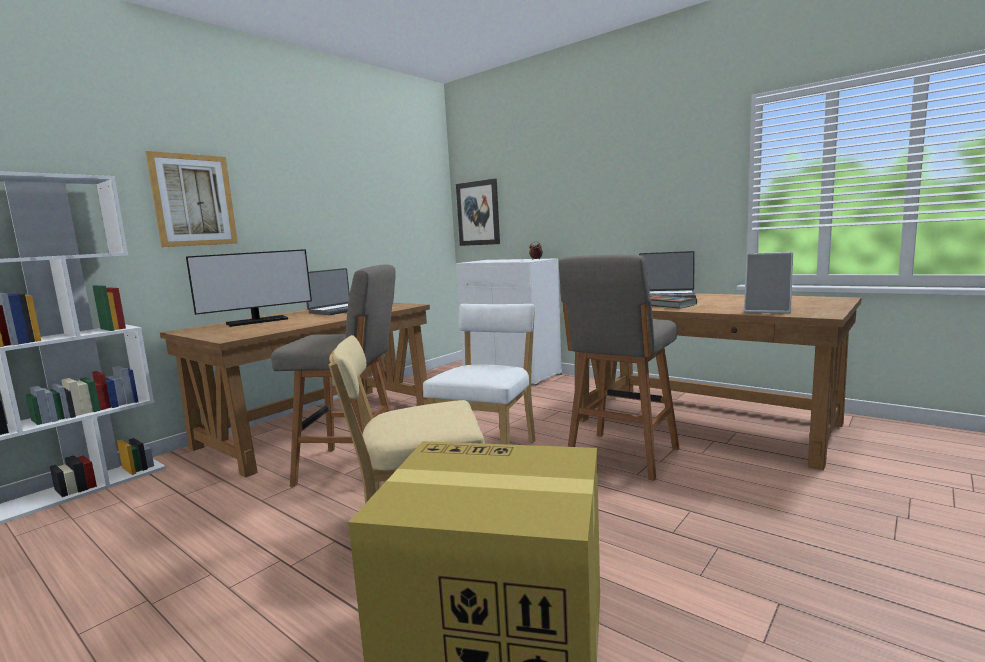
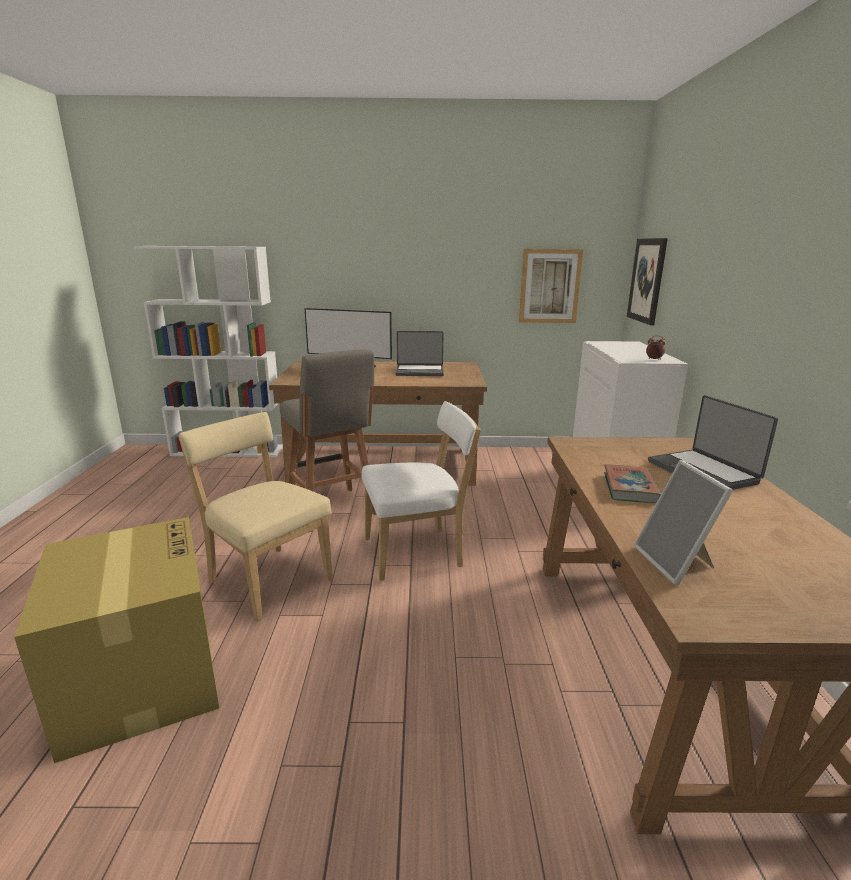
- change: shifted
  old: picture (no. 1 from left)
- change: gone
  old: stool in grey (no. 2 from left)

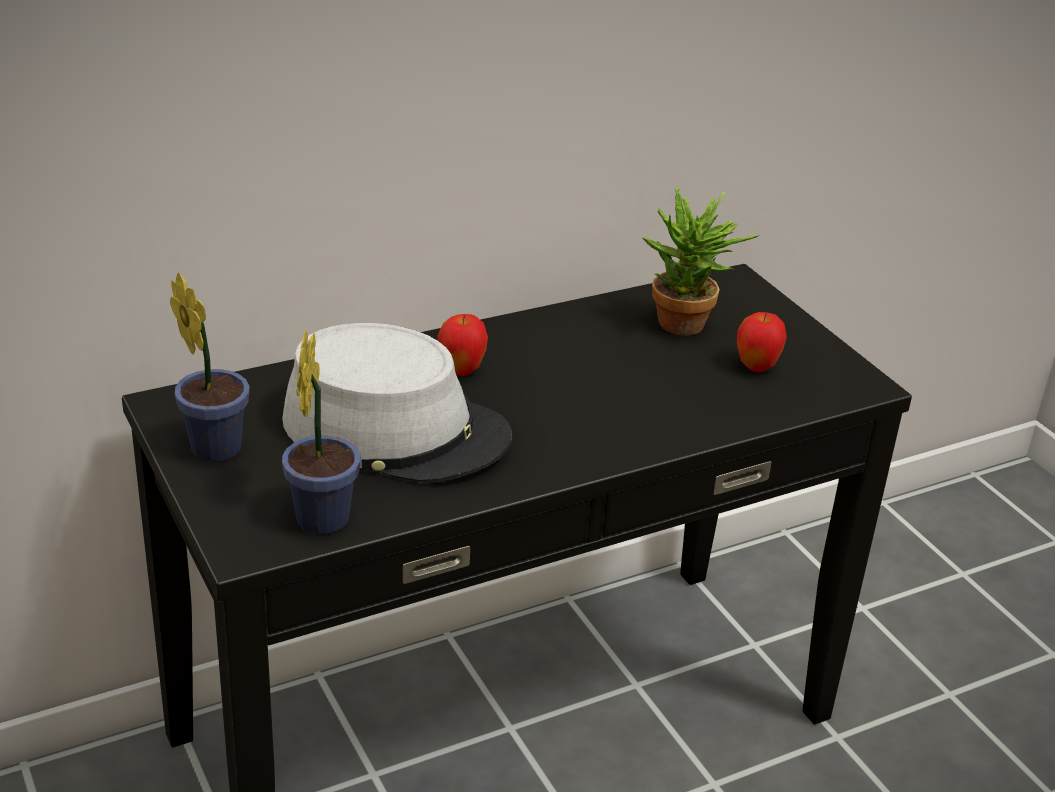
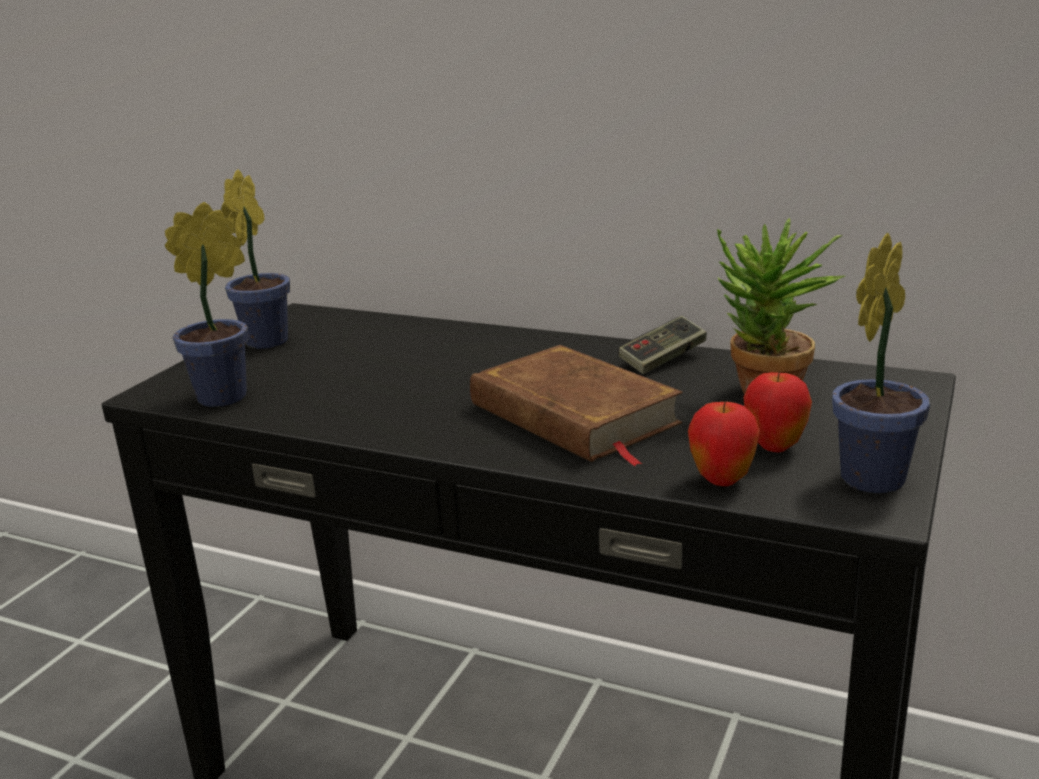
- change: gone
  old: hat in grey
- change: shifted
  old: apple (no. 1 from left)
- change: new
  new: book in brown
- change: new
  new: game controller
- change: new
  new: potted plant (no. 4 from left)

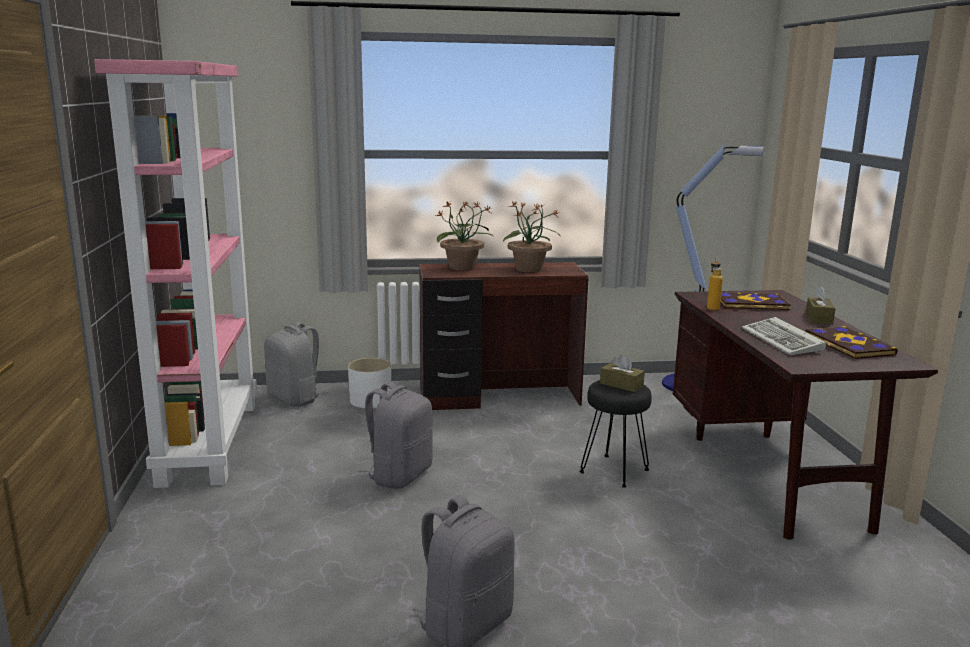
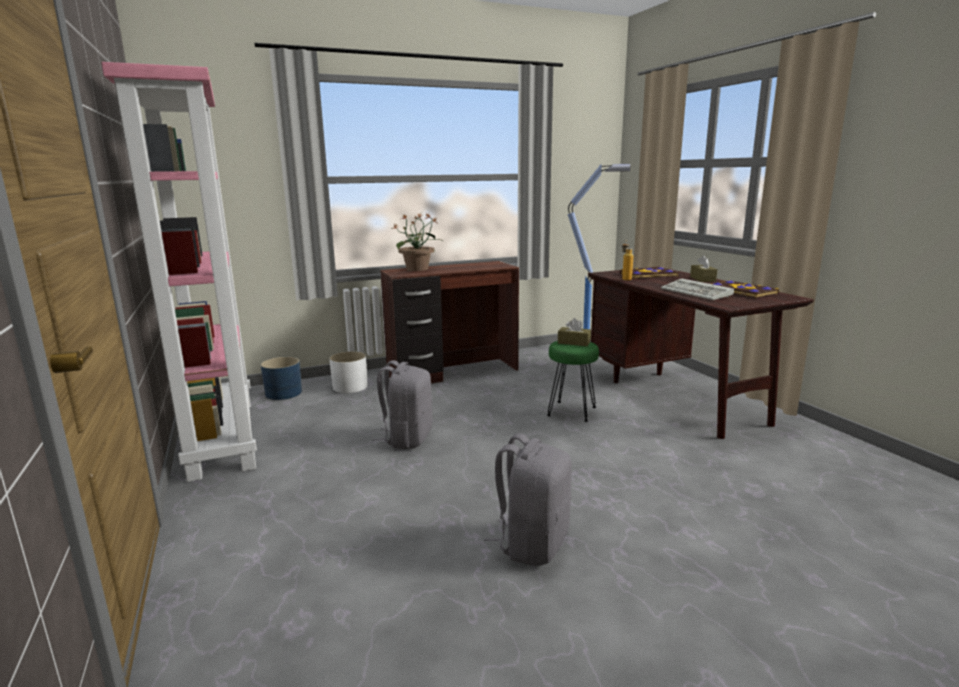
- change: swapped
  old: backpack in grey (no. 1 from left)
  new: planter in blue
- change: gone
  old: potted plant (no. 2 from left)
- change: repainted
  old: stool in black
  new: stool in green

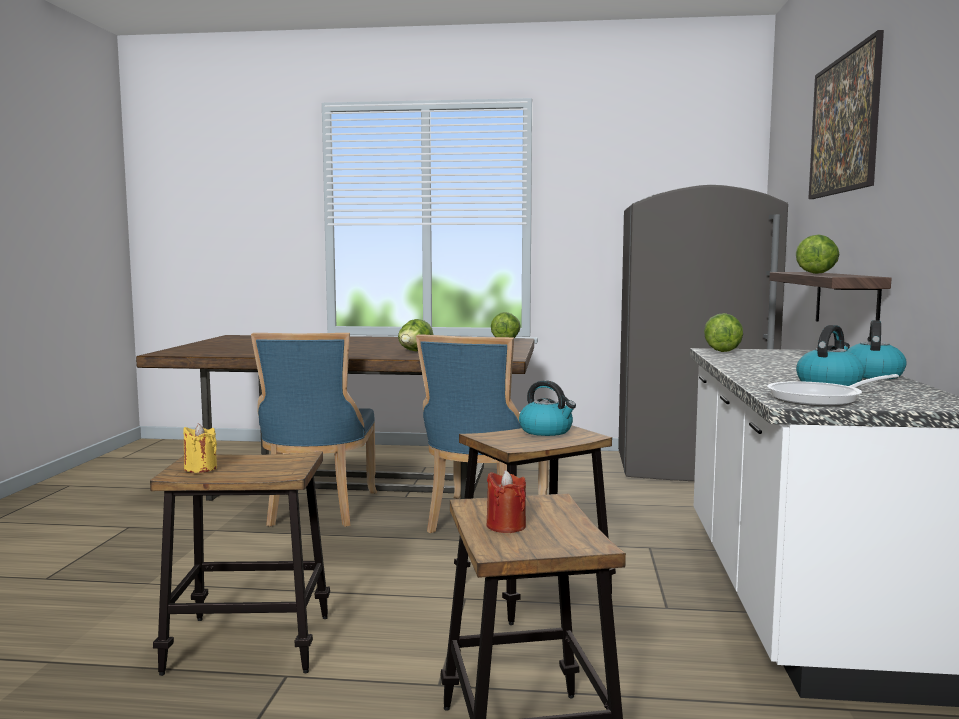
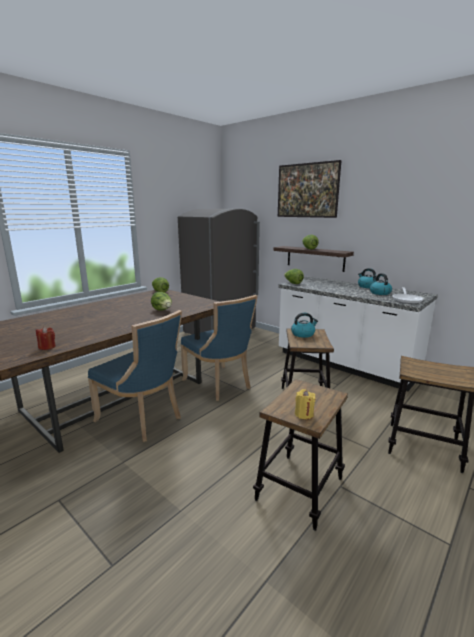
- change: shifted
  old: candle in red

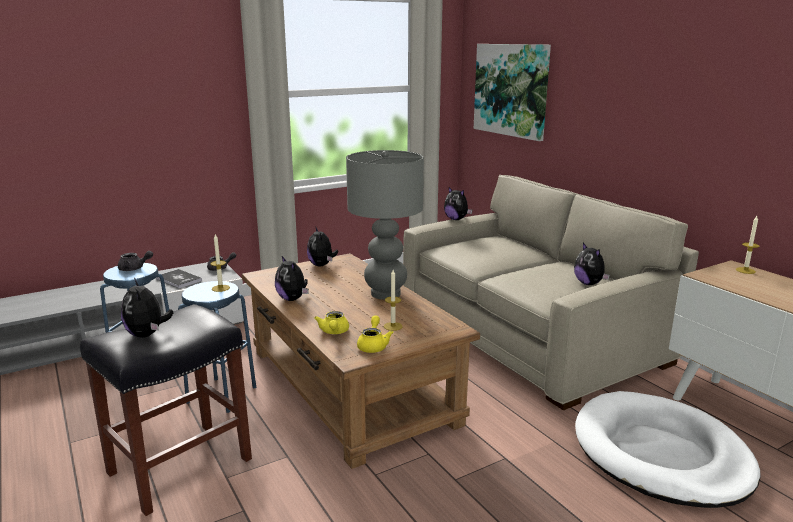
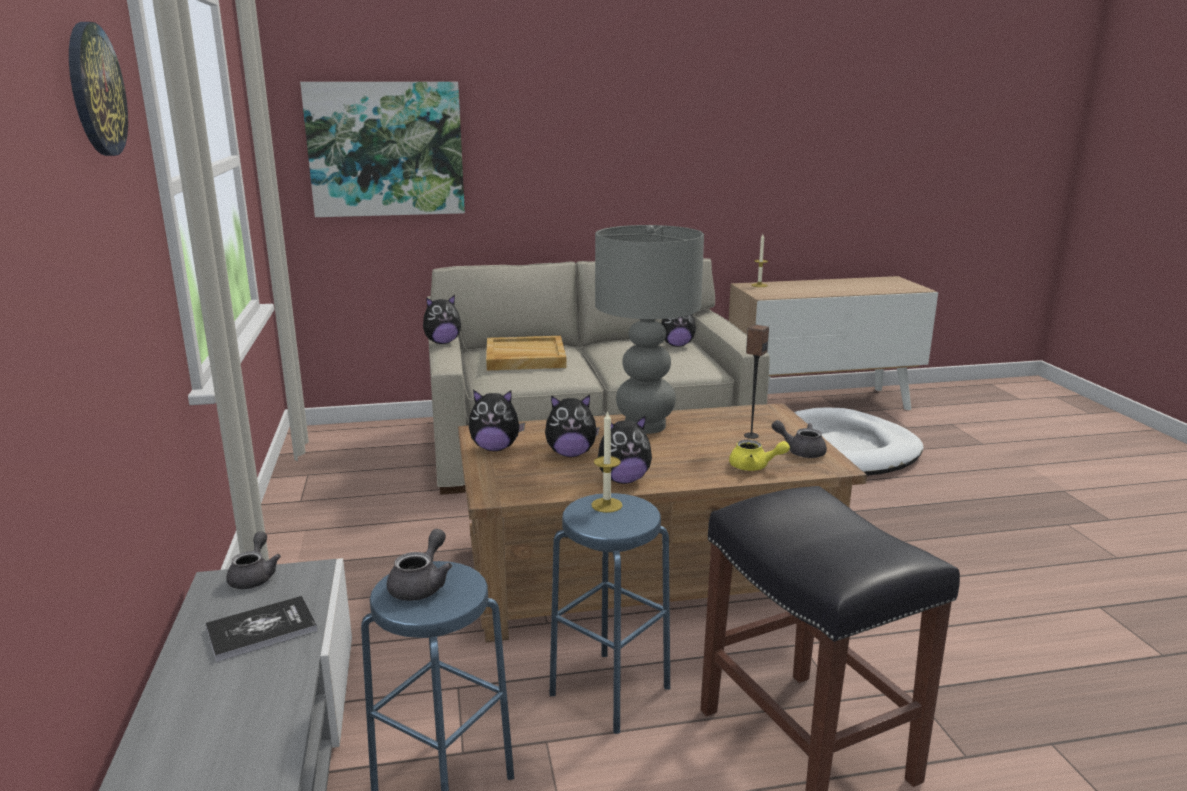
- change: shifted
  old: plush toy (no. 1 from left in the first image)
  new: plush toy (no. 3 from left)
- change: repainted
  old: teapot in yellow (no. 2 from left)
  new: teapot in grey (no. 3 from left)
- change: swapped
  old: candle (no. 2 from left)
  new: speaker
- change: new
  new: wall clock
- change: new
  new: tray in beige

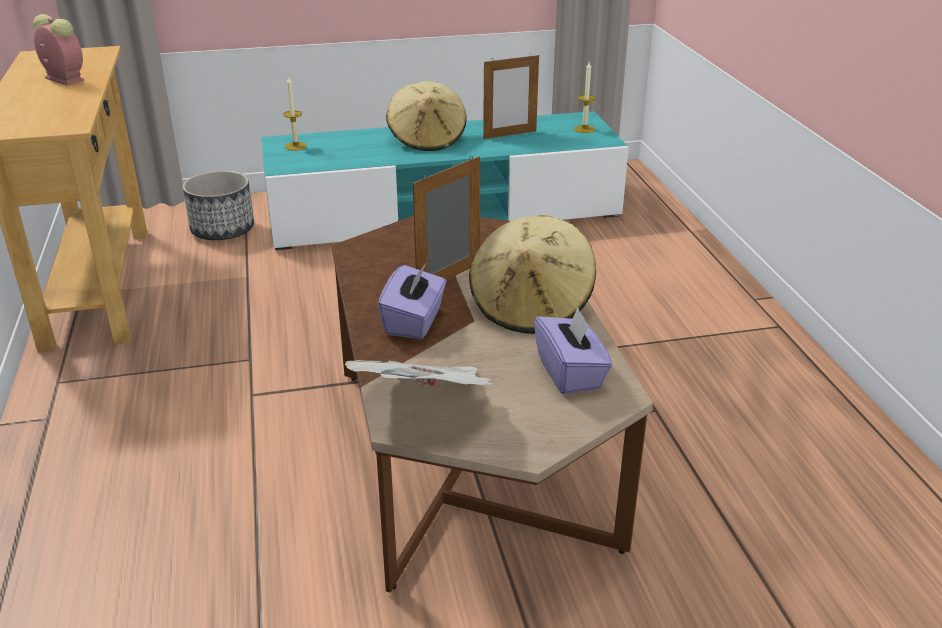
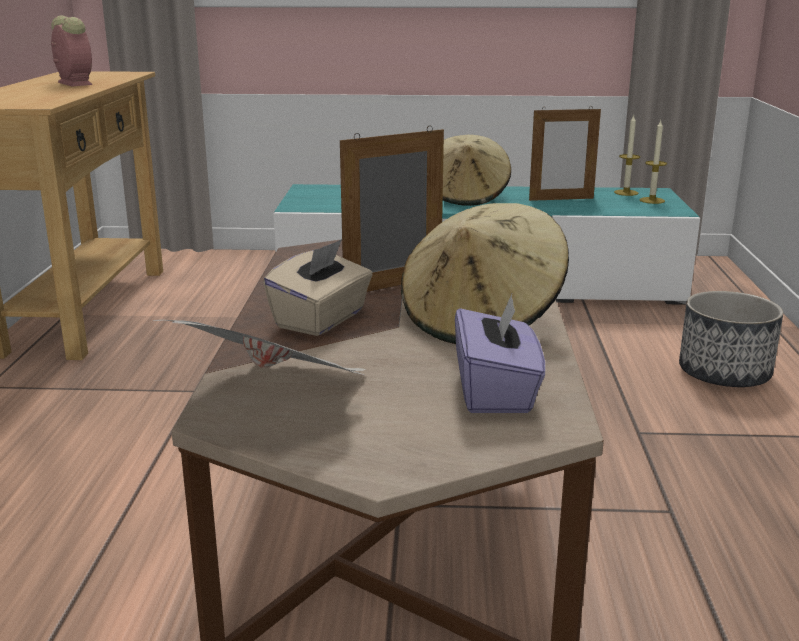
- change: shifted
  old: planter
- change: shifted
  old: candle (no. 1 from left)
- change: repainted
  old: tissue box in purple (no. 1 from left)
  new: tissue box in beige

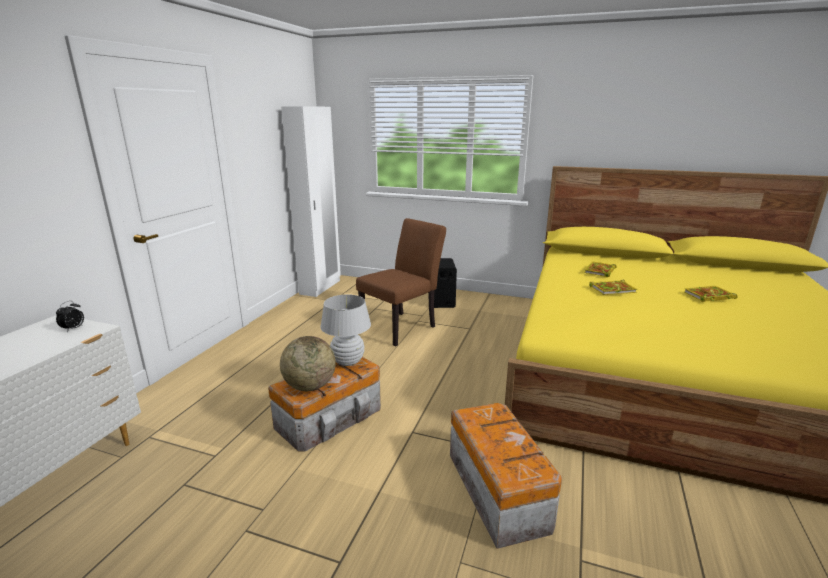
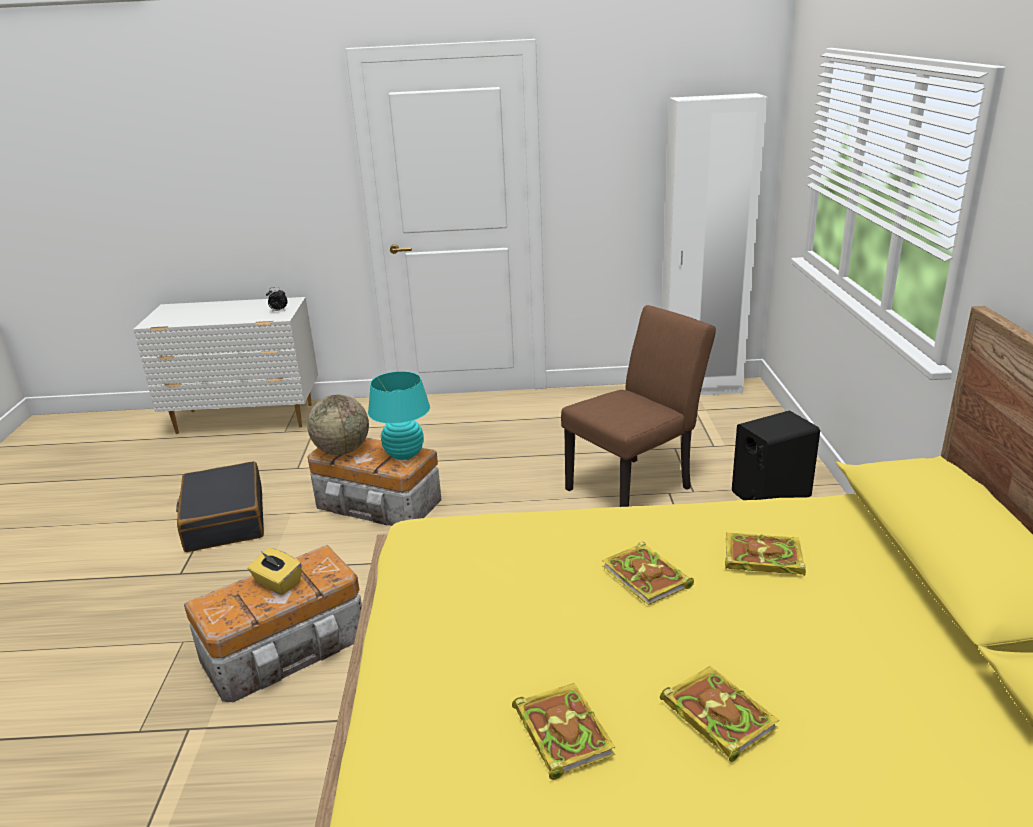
- change: repainted
  old: table lamp in white
  new: table lamp in turquoise
- change: rotated
  old: chair in brown
  degrees: -60
- change: new
  new: suitcase in black
- change: new
  new: tissue box in yellow
- change: new
  new: book (no. 1 from left)

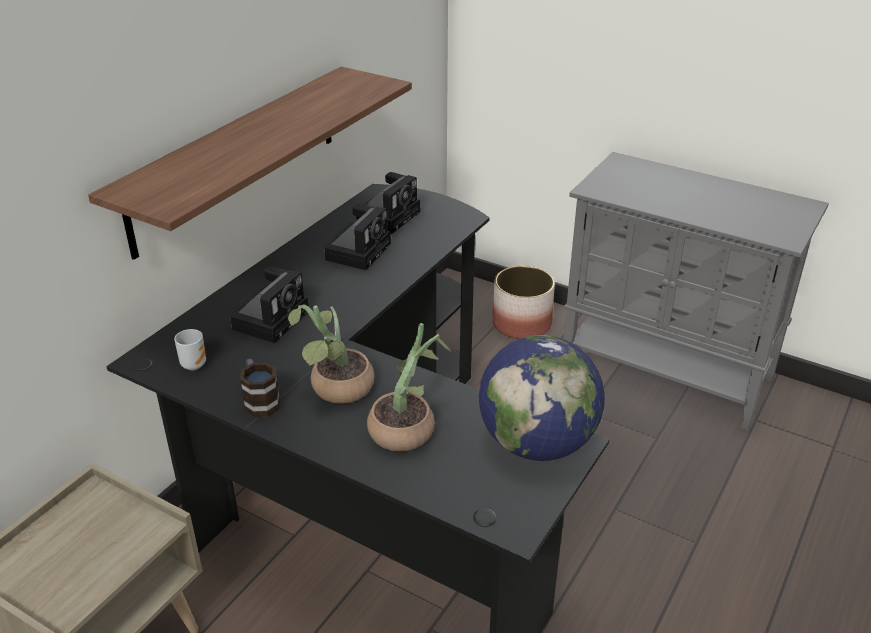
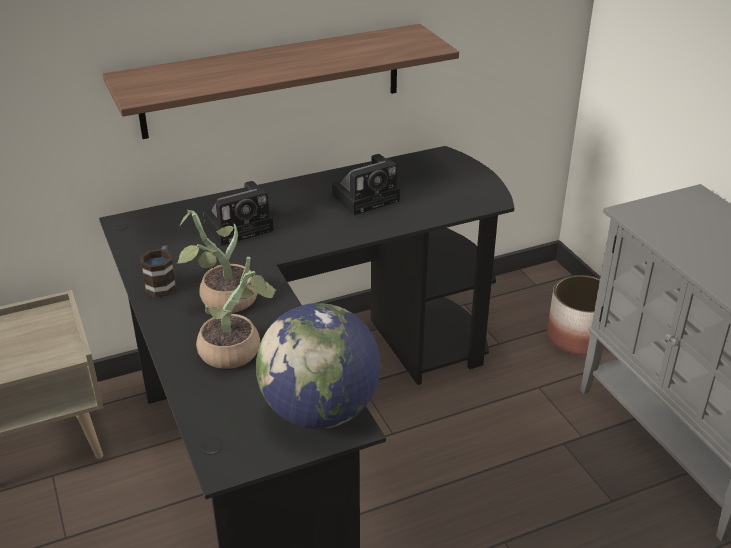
- change: gone
  old: mug (no. 1 from left)
- change: gone
  old: photo camera (no. 3 from left)

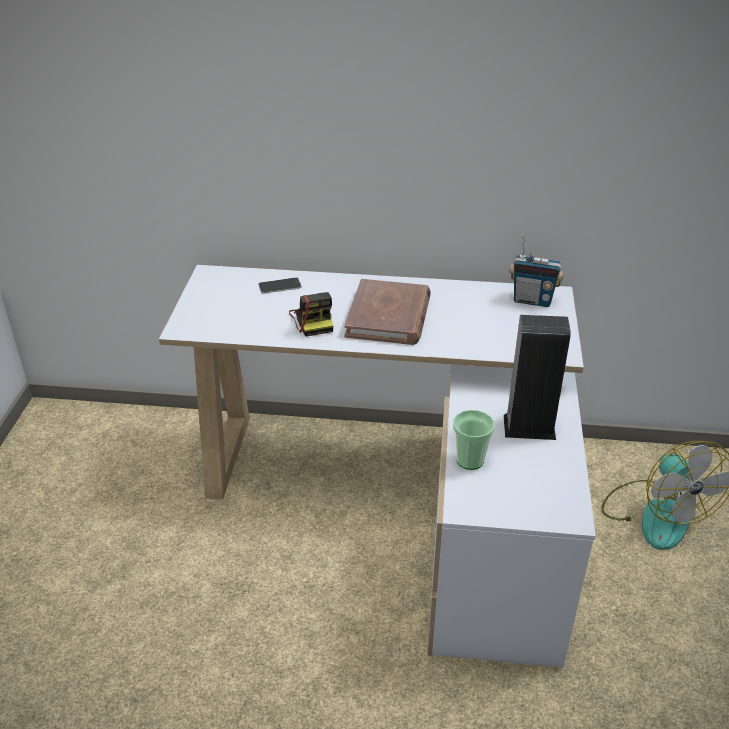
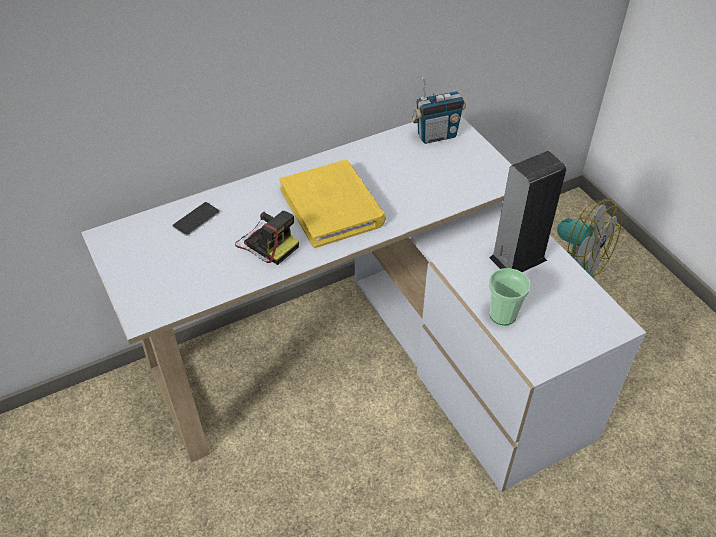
- change: repainted
  old: book in brown
  new: book in yellow

